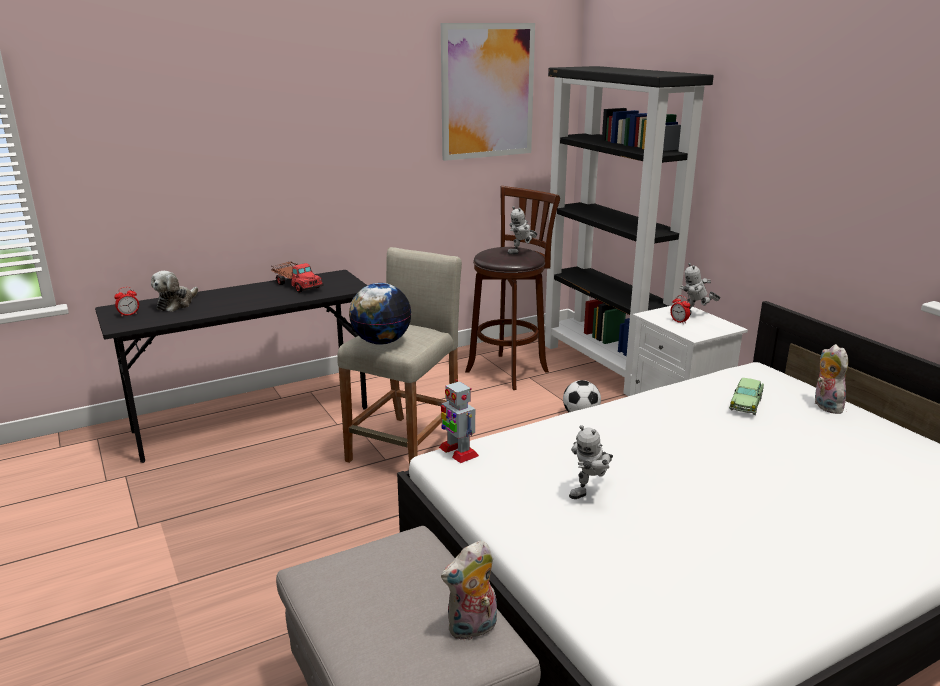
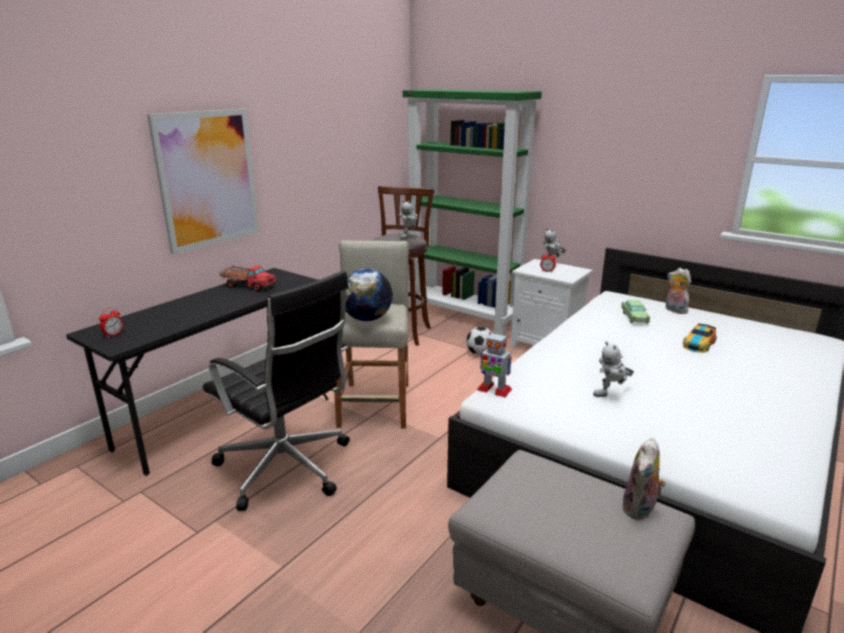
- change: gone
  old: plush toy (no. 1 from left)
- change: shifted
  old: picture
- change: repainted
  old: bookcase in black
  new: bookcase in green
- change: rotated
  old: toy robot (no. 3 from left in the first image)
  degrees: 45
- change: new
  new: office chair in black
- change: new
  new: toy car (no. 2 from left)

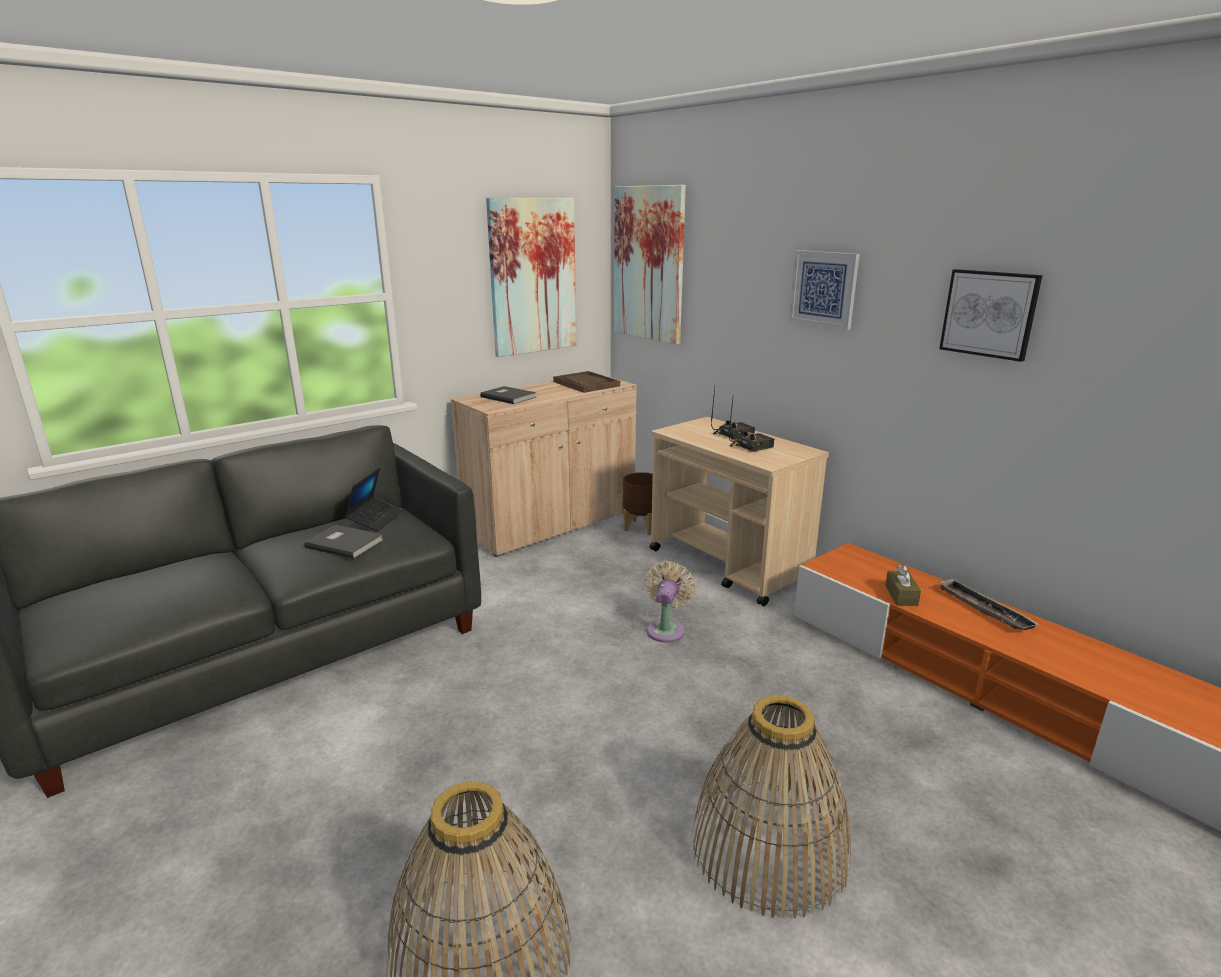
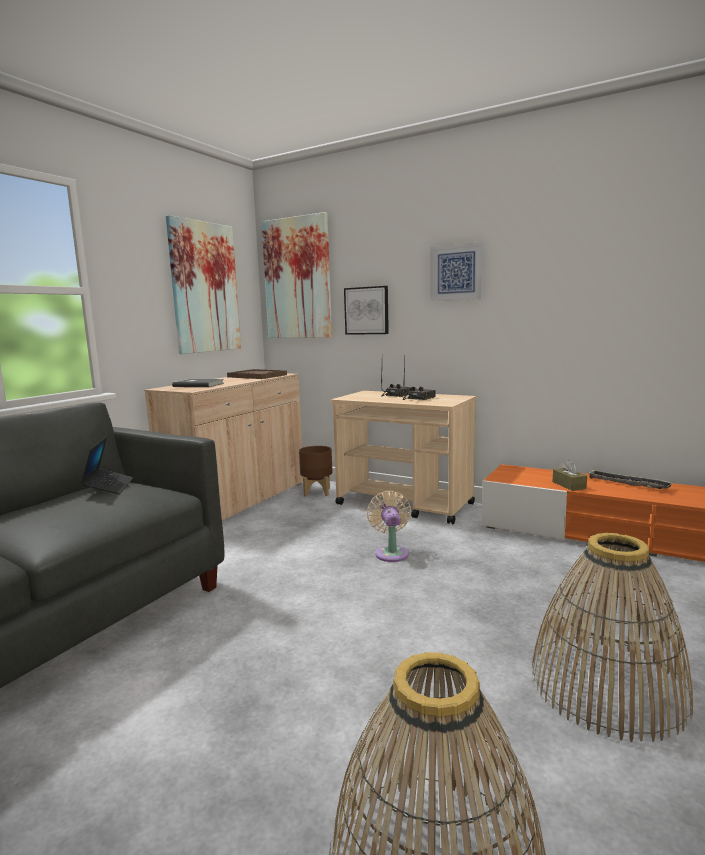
- change: gone
  old: book in grey (no. 1 from left)
- change: shifted
  old: picture (no. 4 from left in the first image)
  new: picture (no. 3 from left)

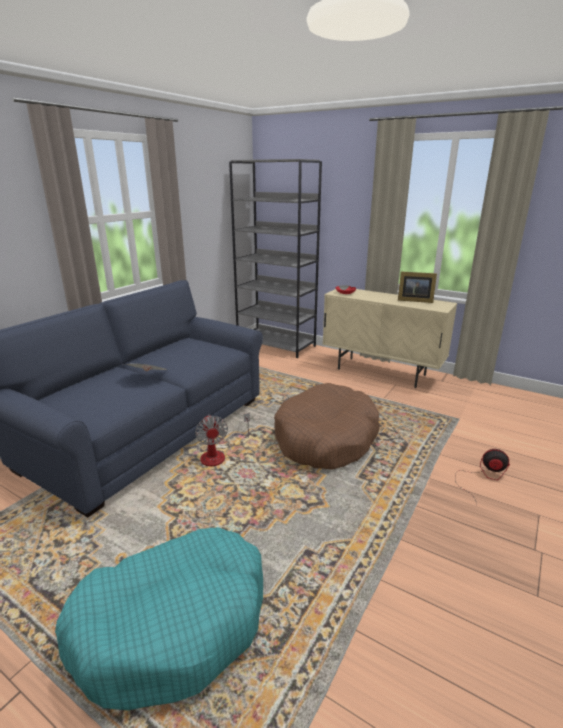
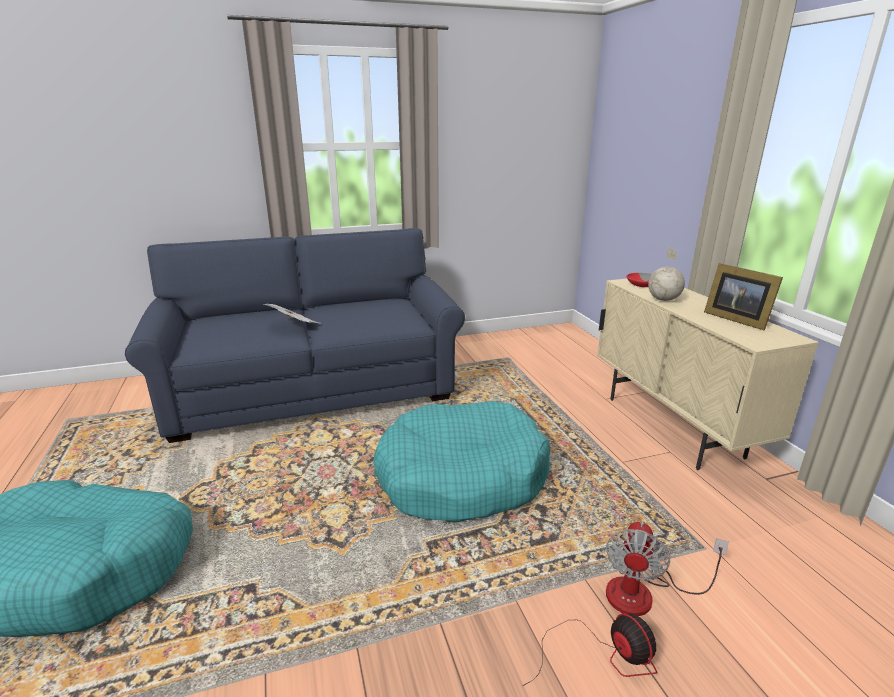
- change: shifted
  old: fan (no. 1 from left in the first image)
  new: fan (no. 2 from left)
- change: gone
  old: bookcase in grey
- change: repainted
  old: dog bed in brown
  new: dog bed in turquoise (no. 2 from left)
- change: new
  new: globe

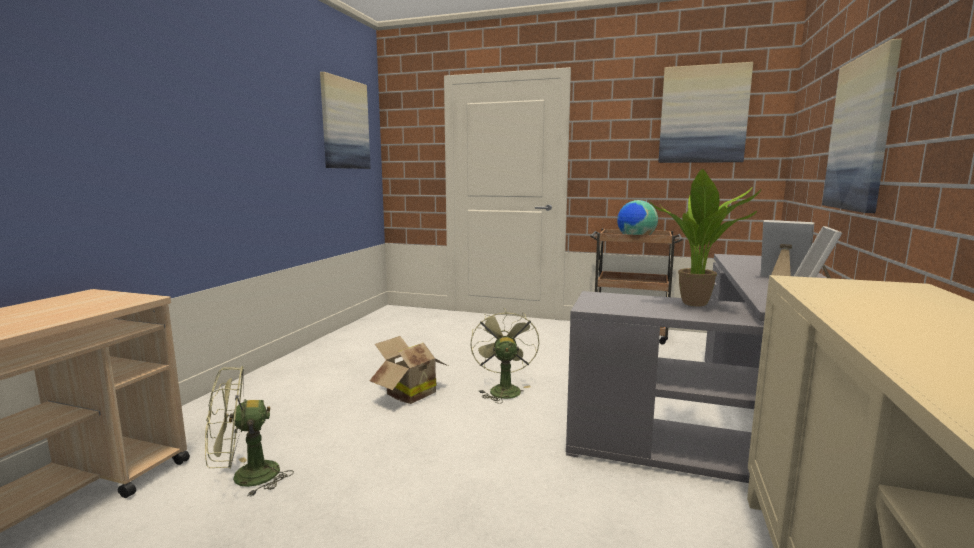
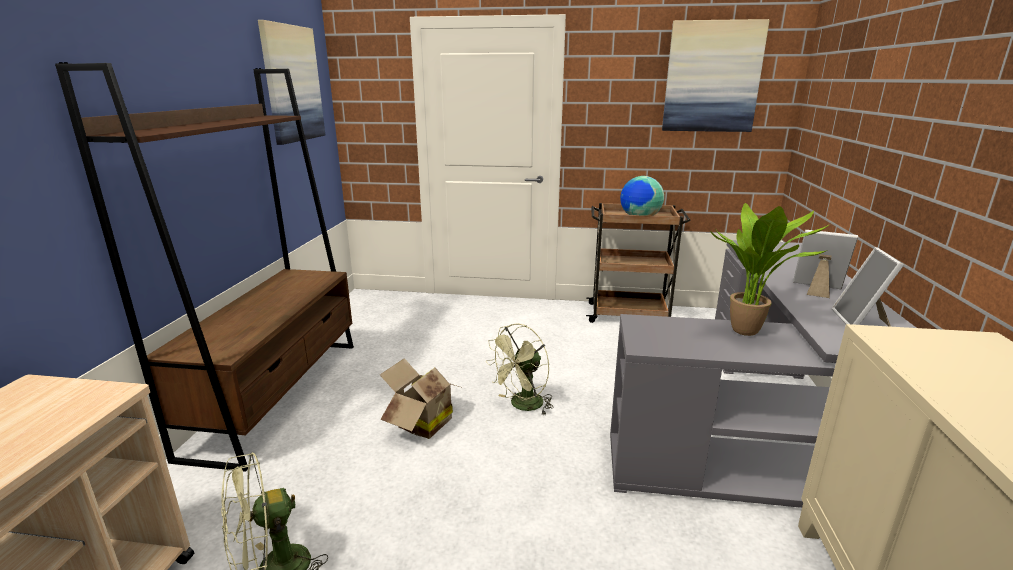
- change: rotated
  old: fan in green (no. 2 from left)
  degrees: -120
- change: gone
  old: picture (no. 3 from left)
- change: new
  new: bookcase in brown

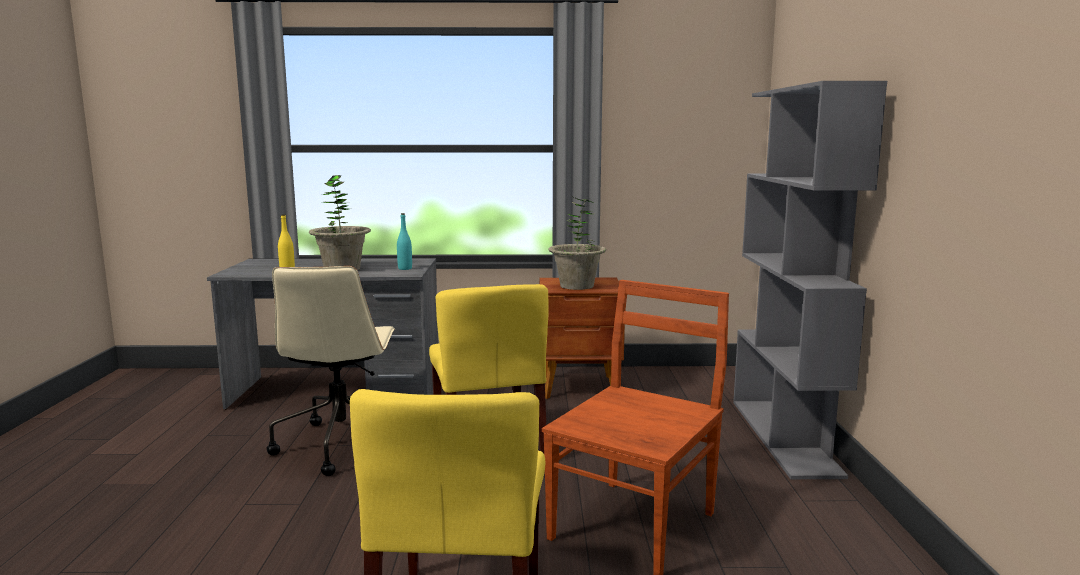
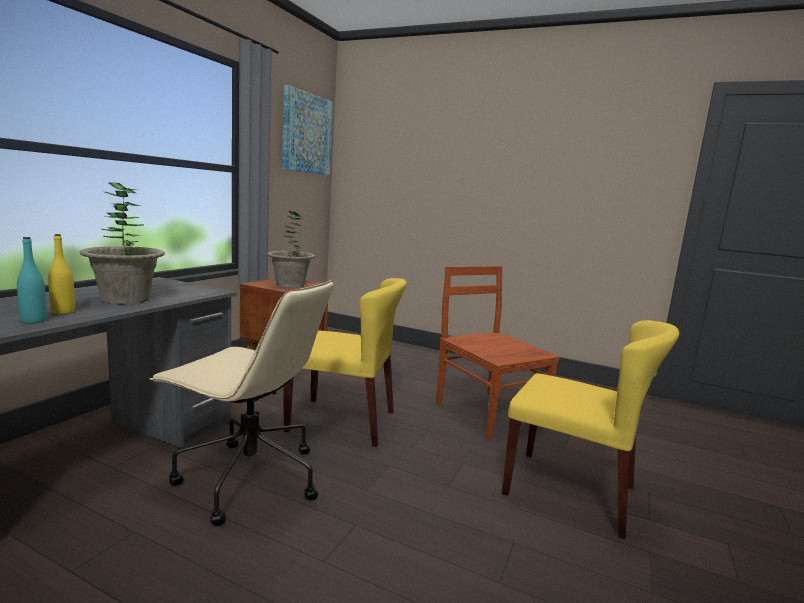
- change: shifted
  old: bottle in turquoise
- change: gone
  old: bookcase in grey
- change: new
  new: picture

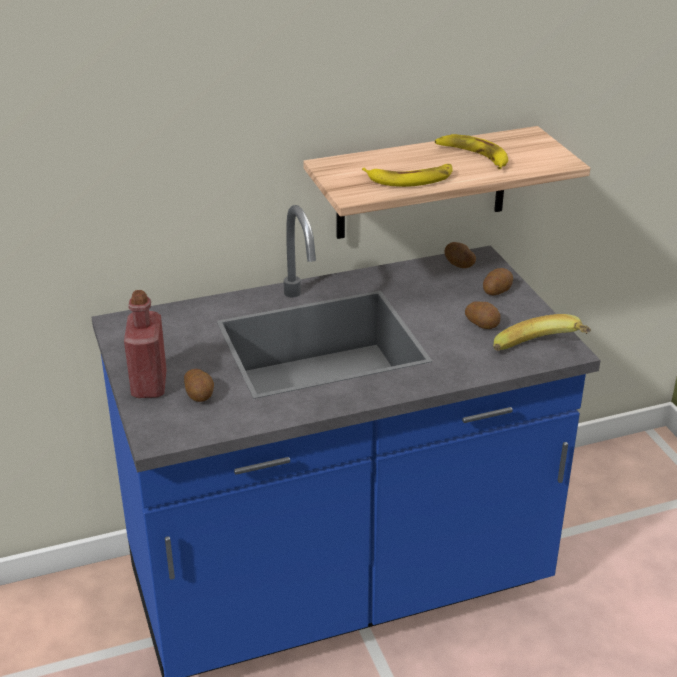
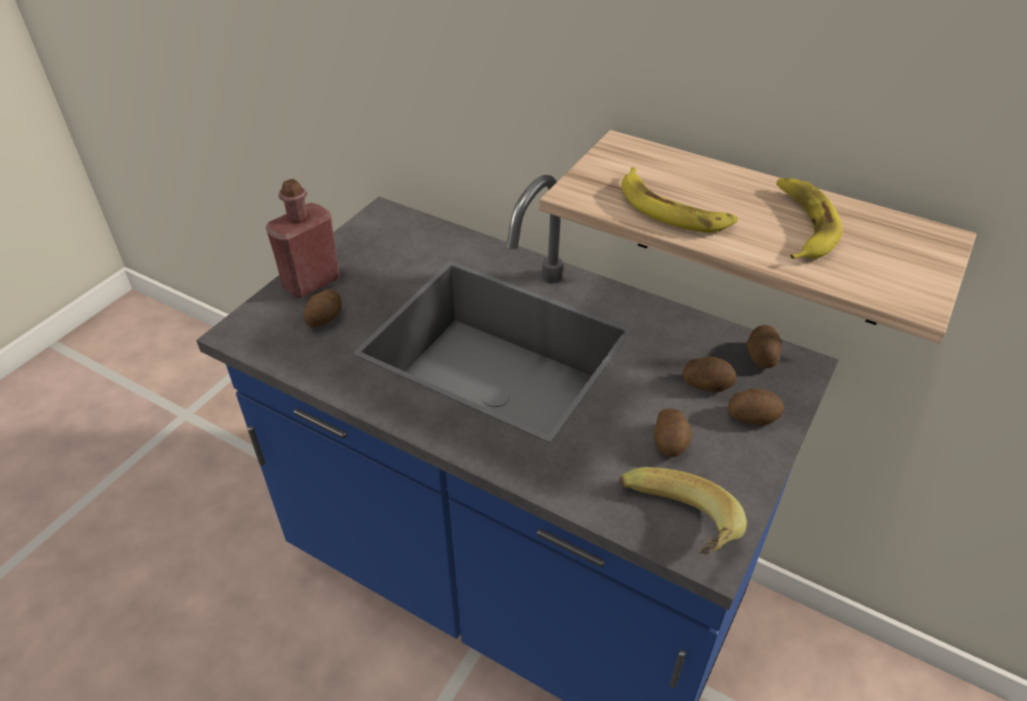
- change: new
  new: potato (no. 3 from left)

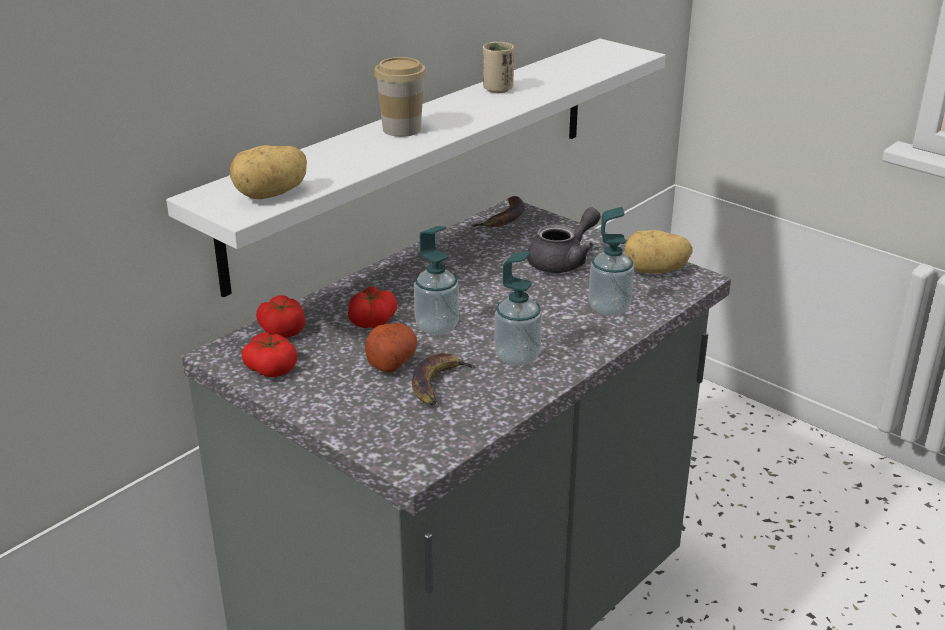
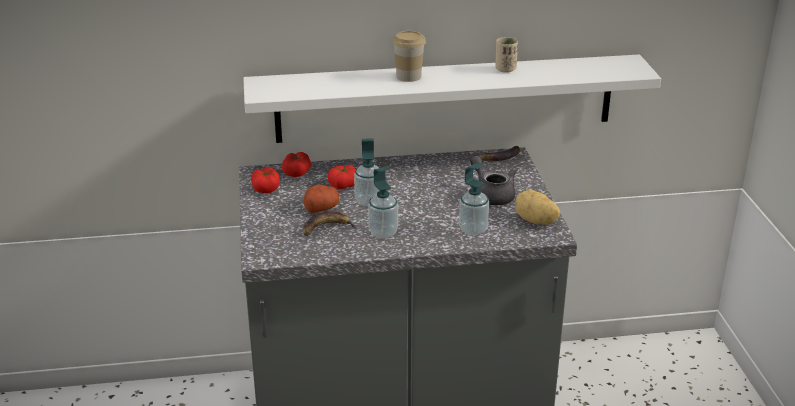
- change: gone
  old: potato (no. 1 from left)
- change: rotated
  old: teapot in grey
  degrees: -120

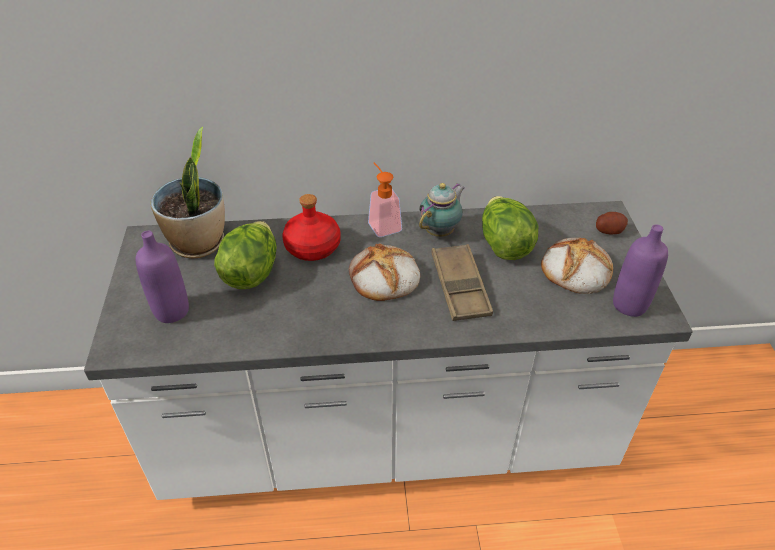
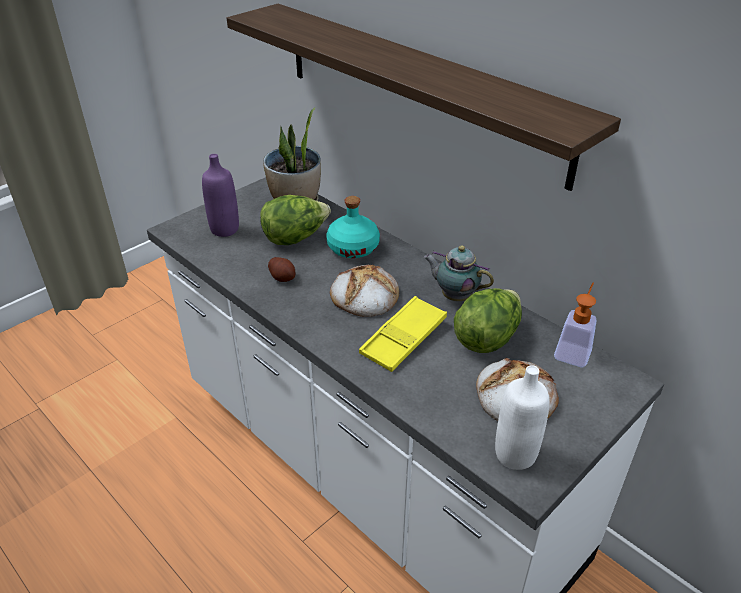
- change: repainted
  old: bottle in red
  new: bottle in turquoise
- change: shifted
  old: soap dispenser
- change: rotated
  old: teapot
  degrees: -150
- change: repainted
  old: tray in brown
  new: tray in yellow
- change: shifted
  old: potato
- change: repainted
  old: bottle in purple (no. 2 from left)
  new: bottle in white
- change: new
  new: shelf

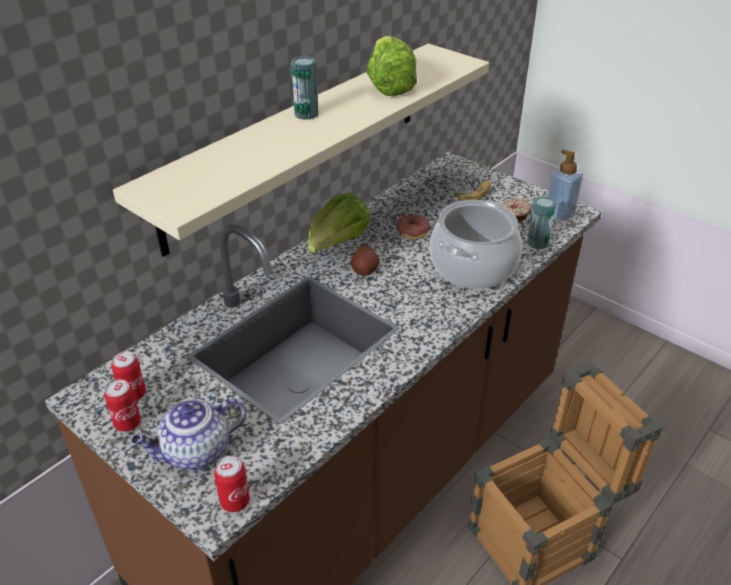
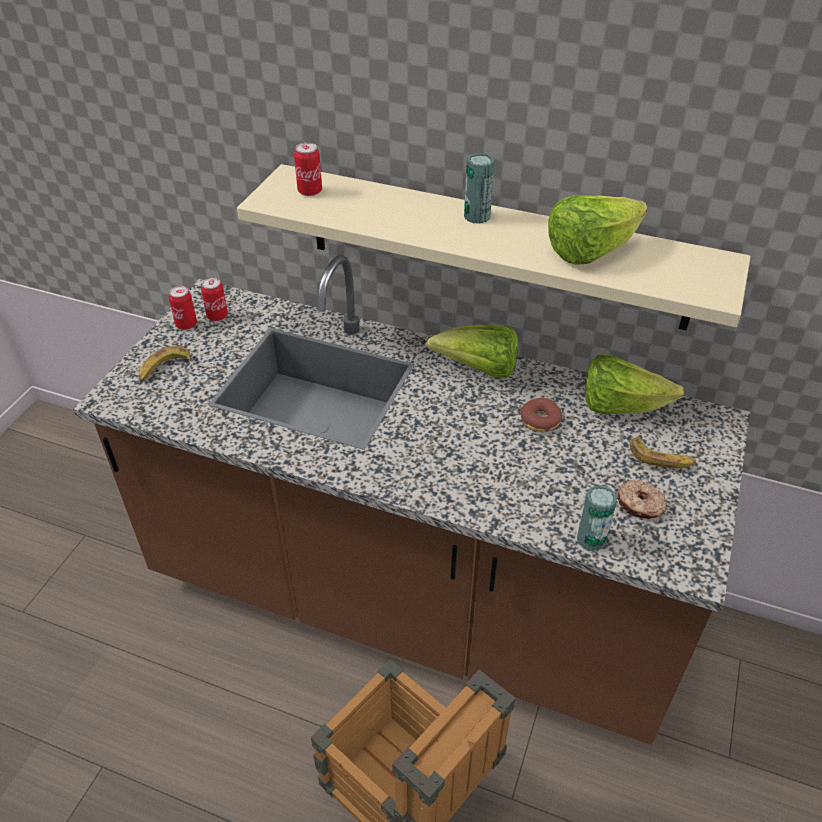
- change: swapped
  old: teapot
  new: banana (no. 1 from left)
- change: shifted
  old: can (no. 3 from left)
- change: gone
  old: potato
- change: gone
  old: cooking pot
- change: gone
  old: soap dispenser
- change: new
  new: lettuce (no. 3 from left)

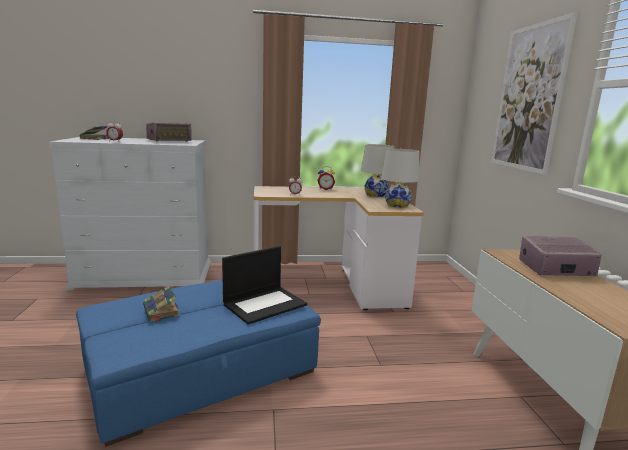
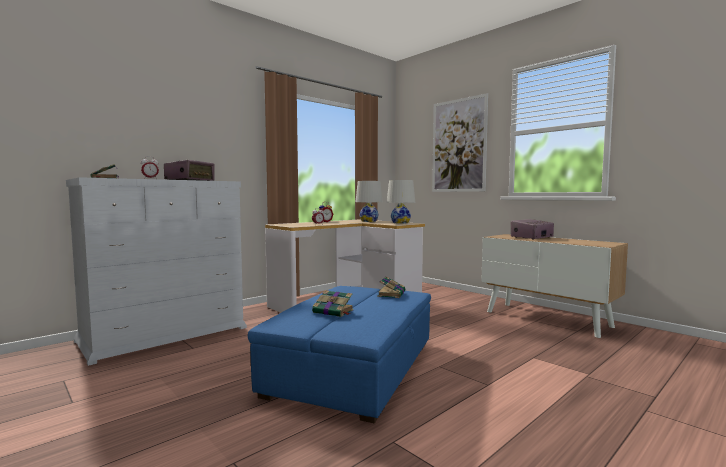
- change: swapped
  old: laptop
  new: book (no. 3 from left)

